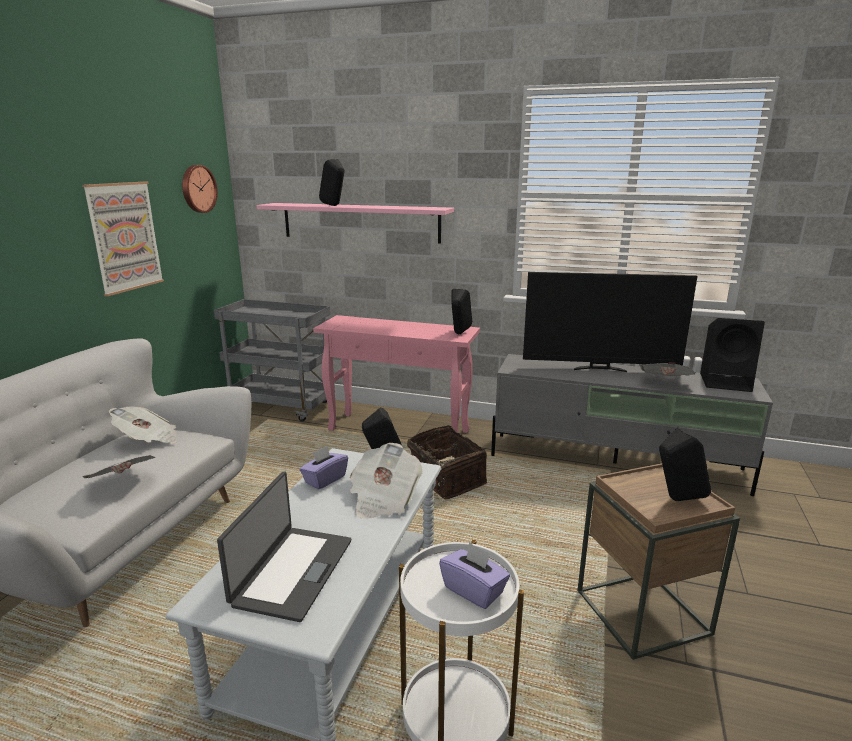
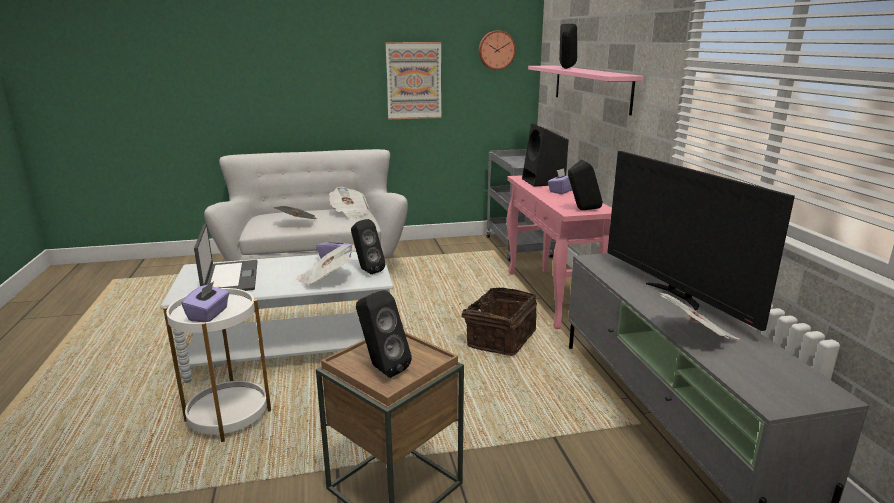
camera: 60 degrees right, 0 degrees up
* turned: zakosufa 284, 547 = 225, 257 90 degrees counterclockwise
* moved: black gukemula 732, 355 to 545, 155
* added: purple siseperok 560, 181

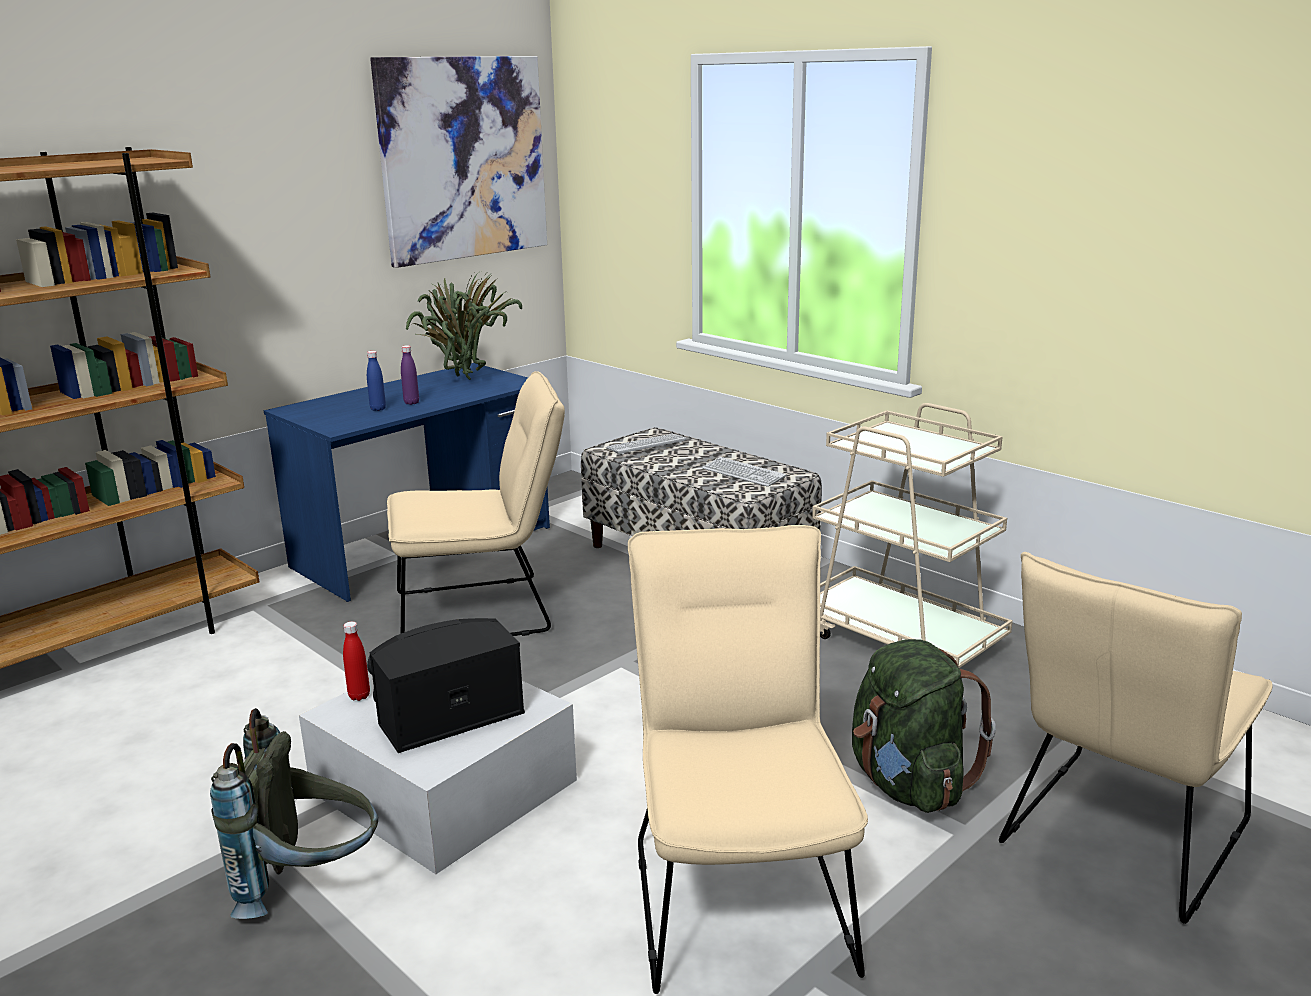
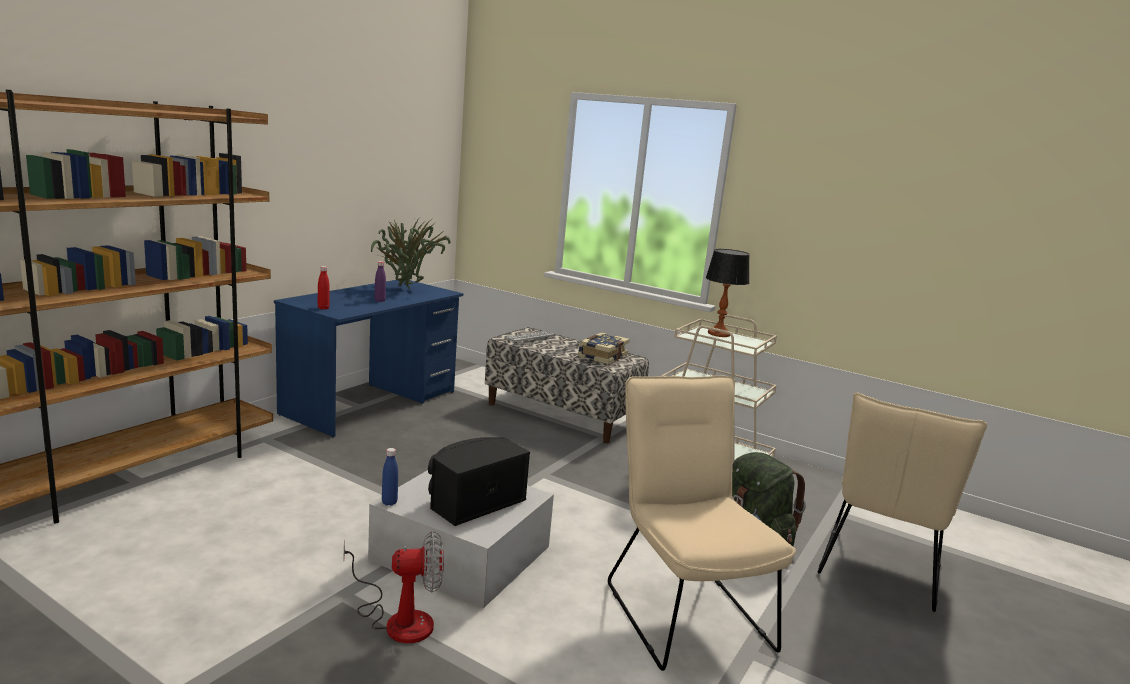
camera: 15 degrees left, 5 degrees down
* replaced: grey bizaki 294, 813 to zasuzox 394, 587
* moved: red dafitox 356, 661 to 324, 288
* moved: blue dafitox 376, 381 to 390, 477
* removed: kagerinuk 458, 162
* removed: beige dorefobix 476, 503
* replaced: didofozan 744, 472 to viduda 604, 348
* added: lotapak 728, 293

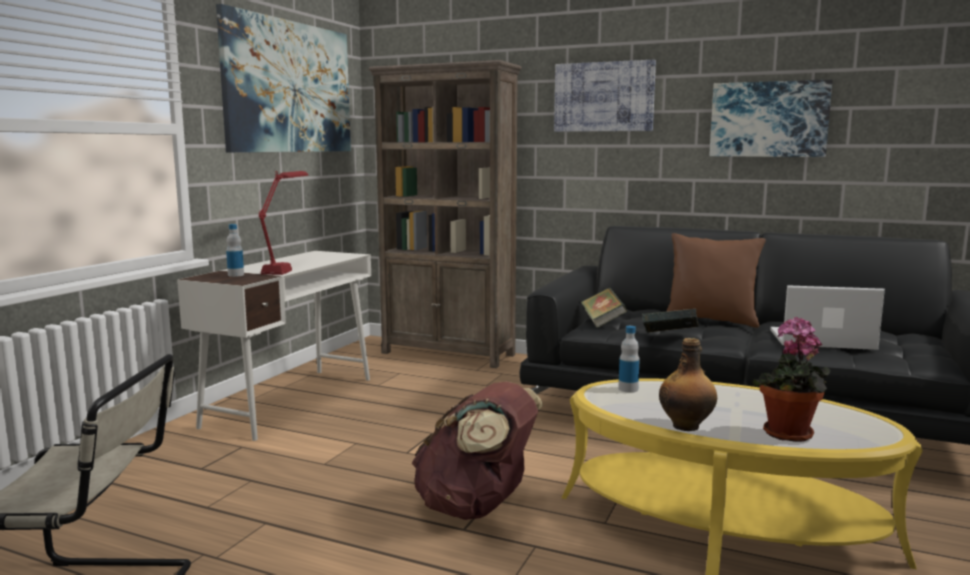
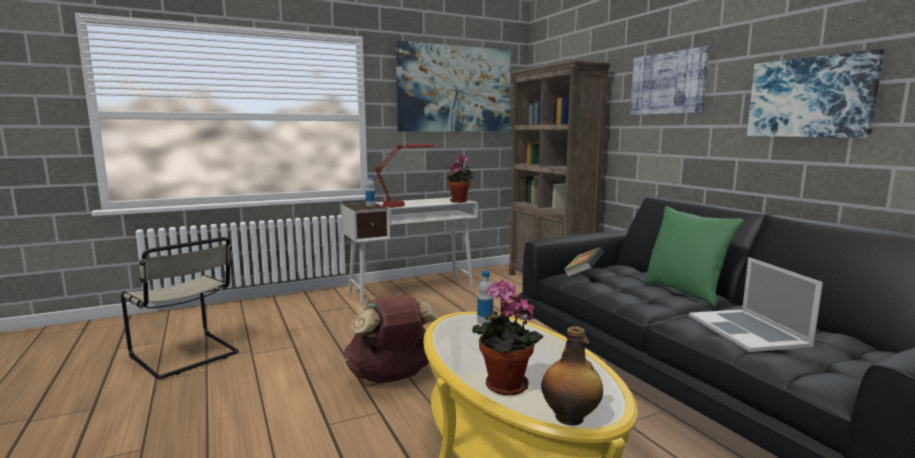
camera: 40 degrees right, 0 degrees up
* removed: viduda 670, 321
* moved: dafitox 688, 384 to 572, 376
* recoloured: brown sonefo 716, 280 to green sonefo 693, 256
* turned: zakosufa 827, 317 = 756, 304 150 degrees counterclockwise
* added: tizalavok 460, 179

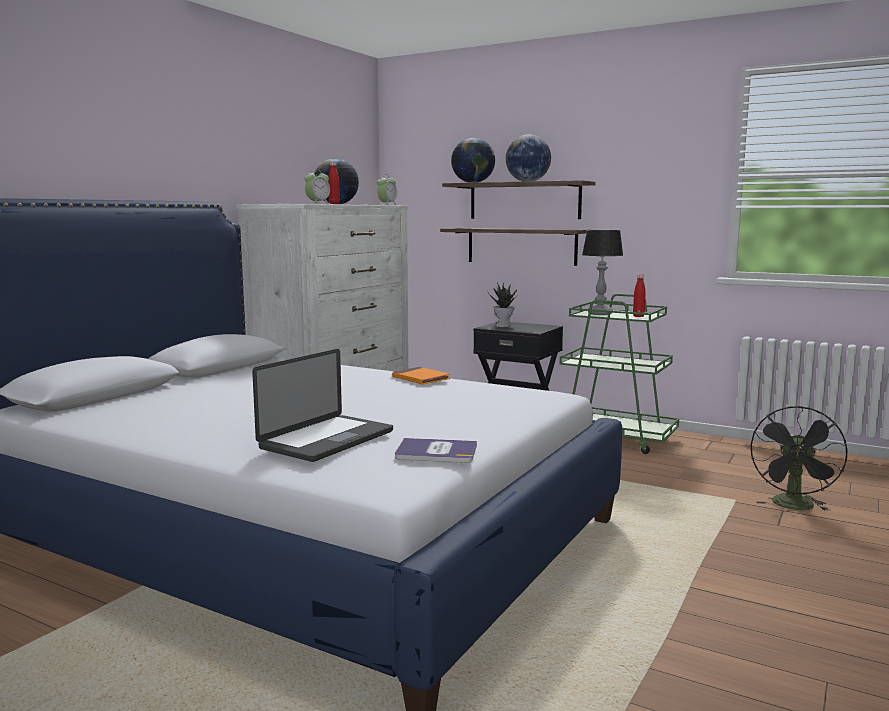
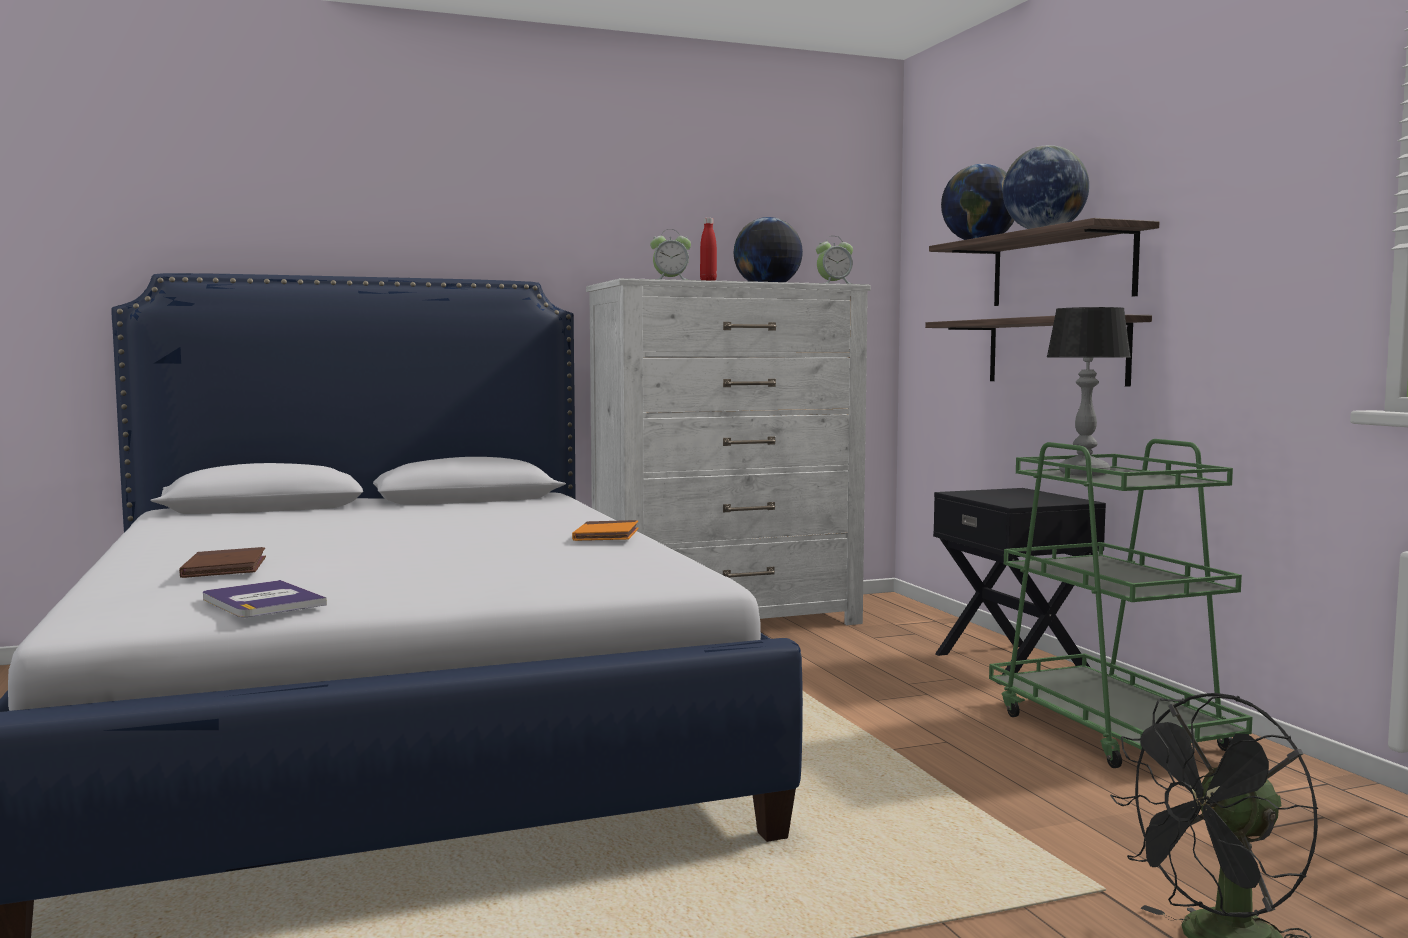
camera: 40 degrees right, 5 degrees down
* replaced: zakosufa 322, 405 to brown viduda 222, 562
* removed: tizalavok 502, 305
* removed: red dafitox 639, 295

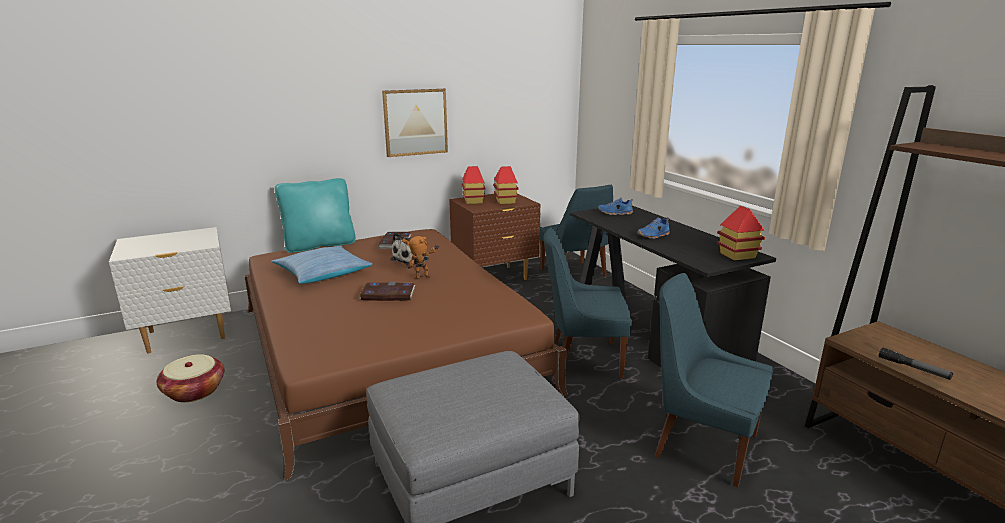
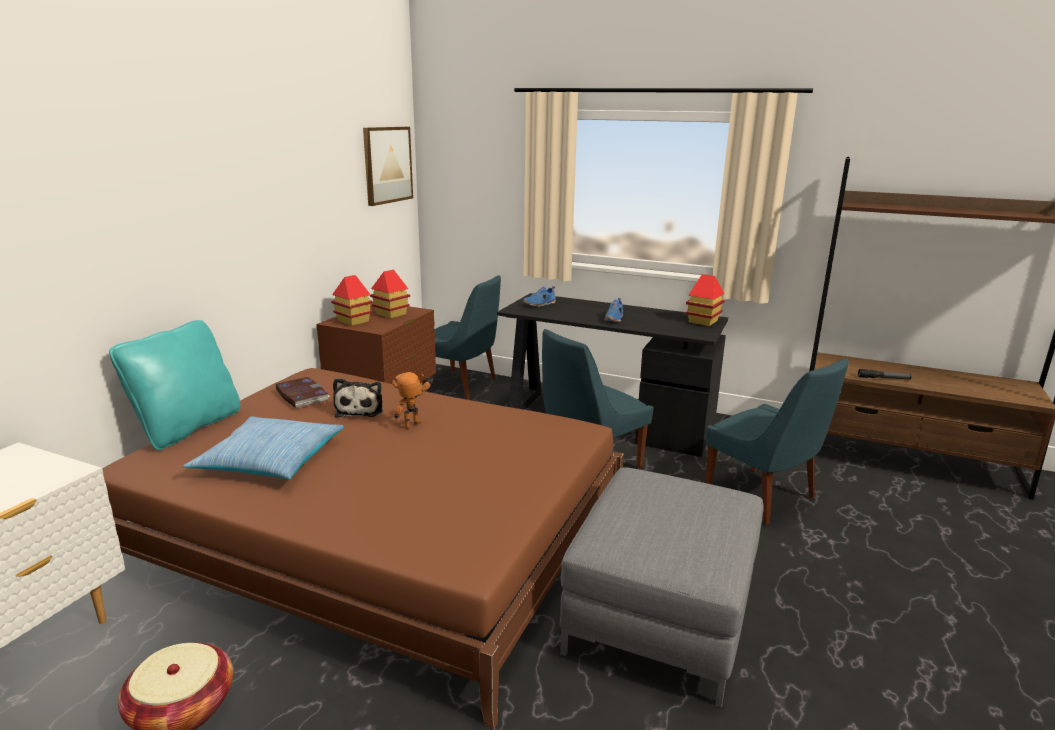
camera: 40 degrees left, 0 degrees up
* removed: viduda 387, 291
* moved: kagerinuk 415, 123 to 388, 166
* turned: blue dorefobix 714, 380 = 777, 441 120 degrees counterclockwise

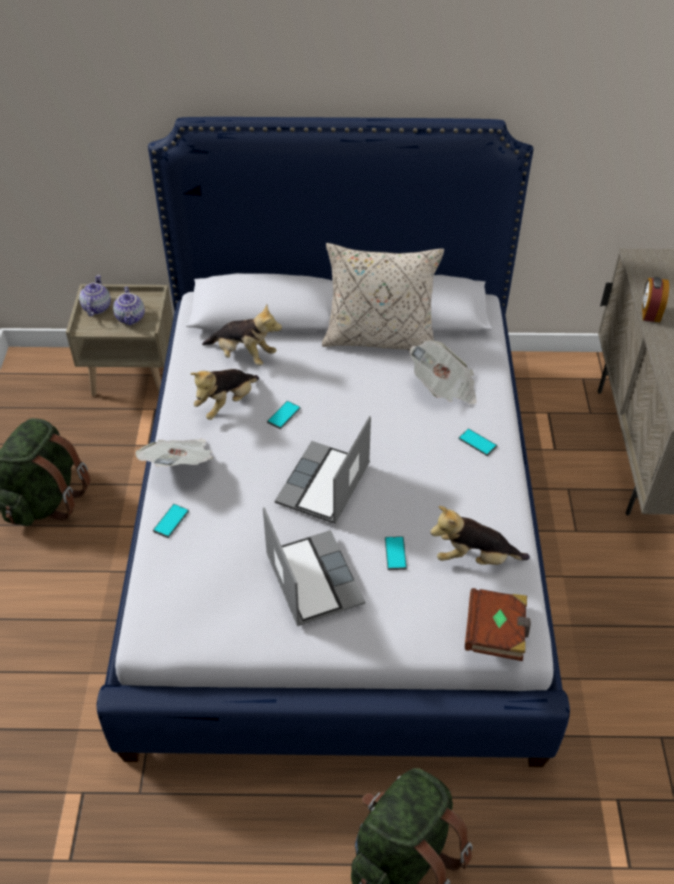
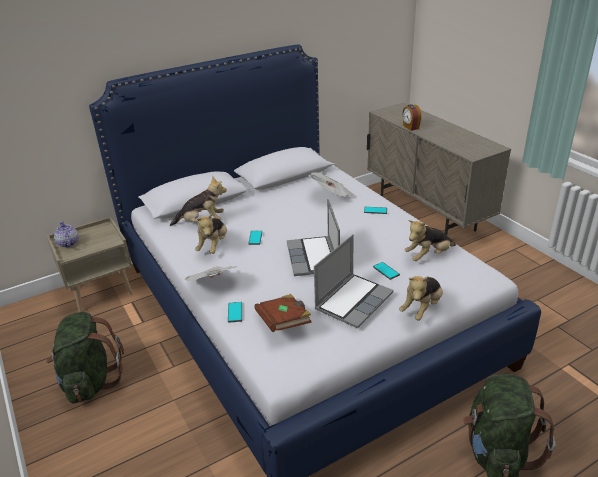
camera: 30 degrees left, 15 degrees down
* removed: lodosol 129, 305
* turned: zakosufa 314, 566 = 353, 281 90 degrees clockwise
* removed: beige sonefo 383, 296
* moved: brown viduda 498, 624 to 283, 313
* added: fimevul 421, 298

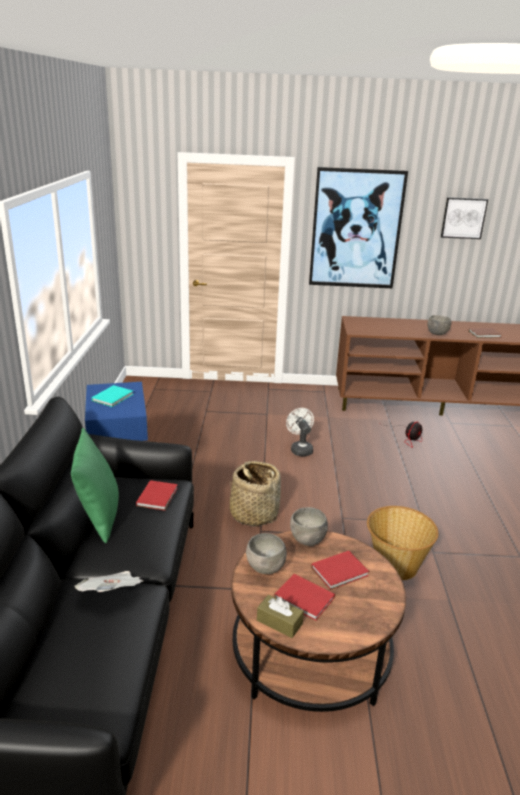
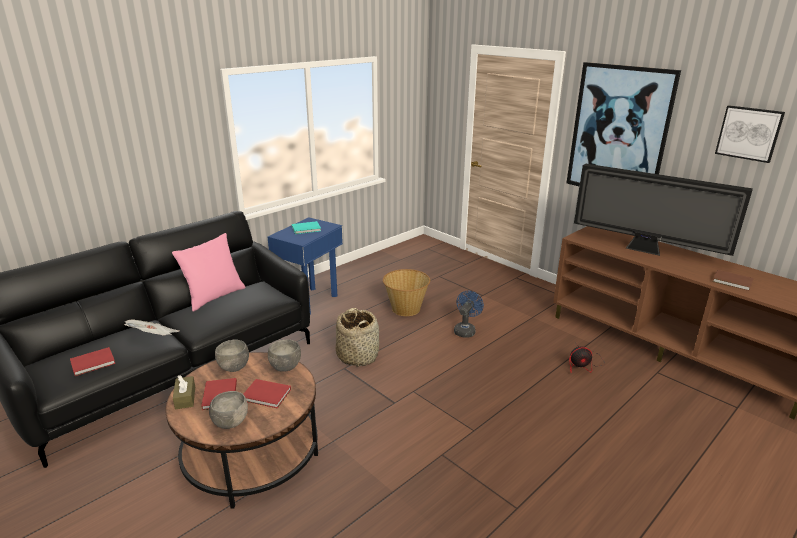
camera: 45 degrees right, 0 degrees up
* recoloured: green sonefo 95, 485 to pink sonefo 209, 272
* moved: red viduda 157, 495 to 92, 361
* recoloured: white zasuzox 300, 432 to blue zasuzox 469, 314
* moved: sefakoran 403, 543 to 406, 292
* moved: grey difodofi 439, 325 to 228, 410
* added: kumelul 663, 210

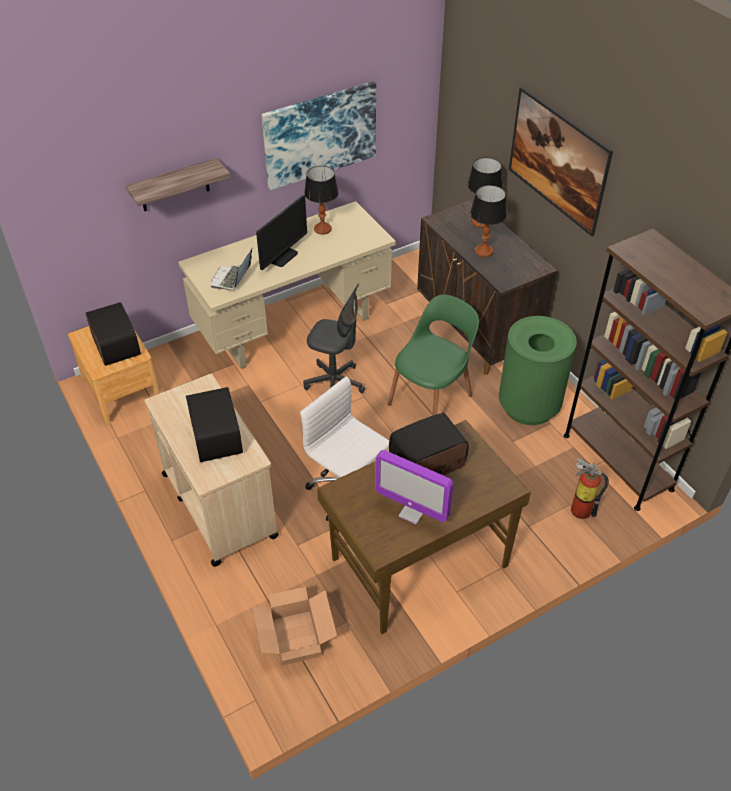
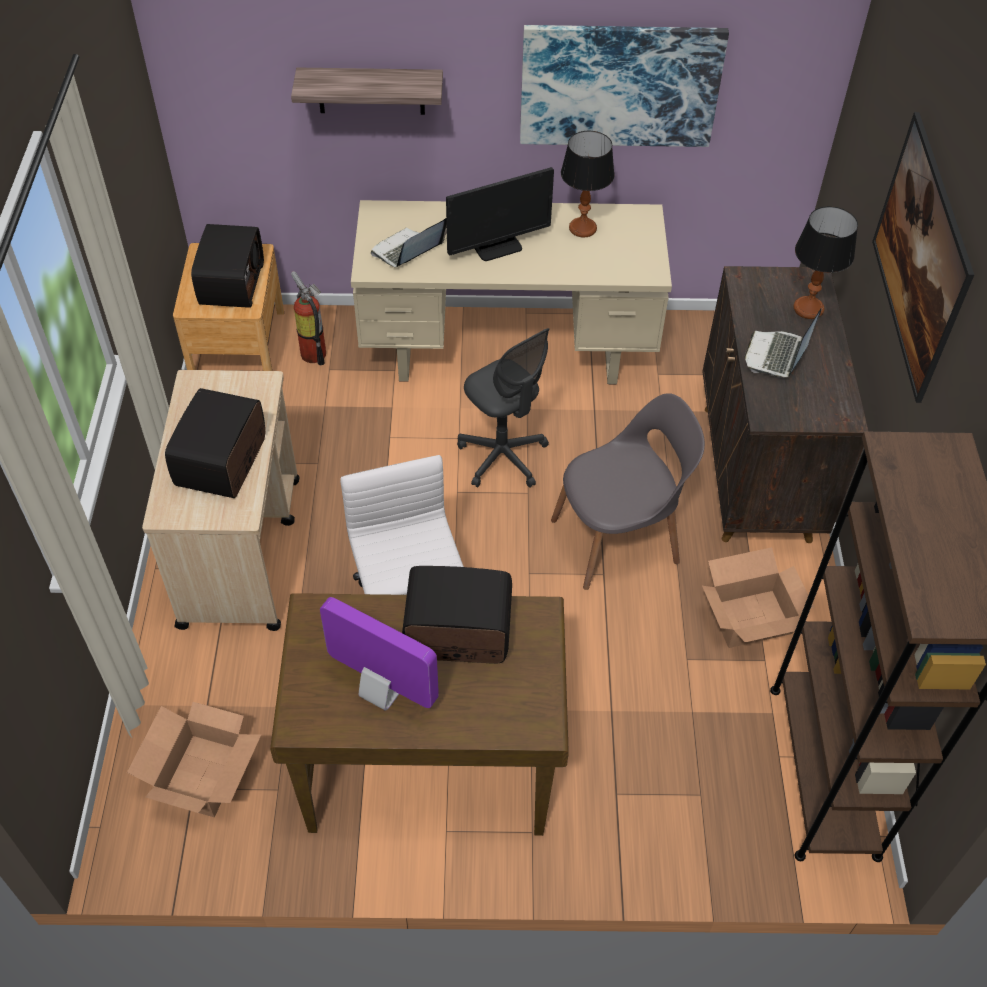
camera: 30 degrees right, 5 degrees up
* turned: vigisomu 414, 487 = 379, 654 150 degrees clockwise
* recoloured: green dorefobix 433, 355 to grey dorefobix 628, 491
* replaced: lotapak 488, 221 to zakosufa 783, 342
* replaced: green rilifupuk 538, 370 to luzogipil 758, 597
* moved: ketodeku 590, 488 to 308, 318

